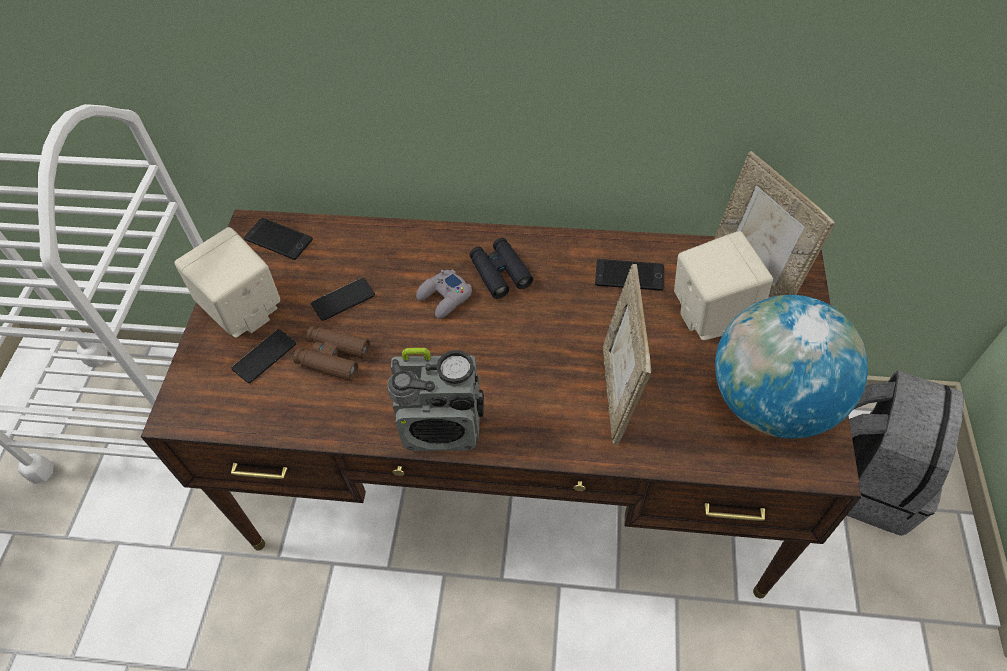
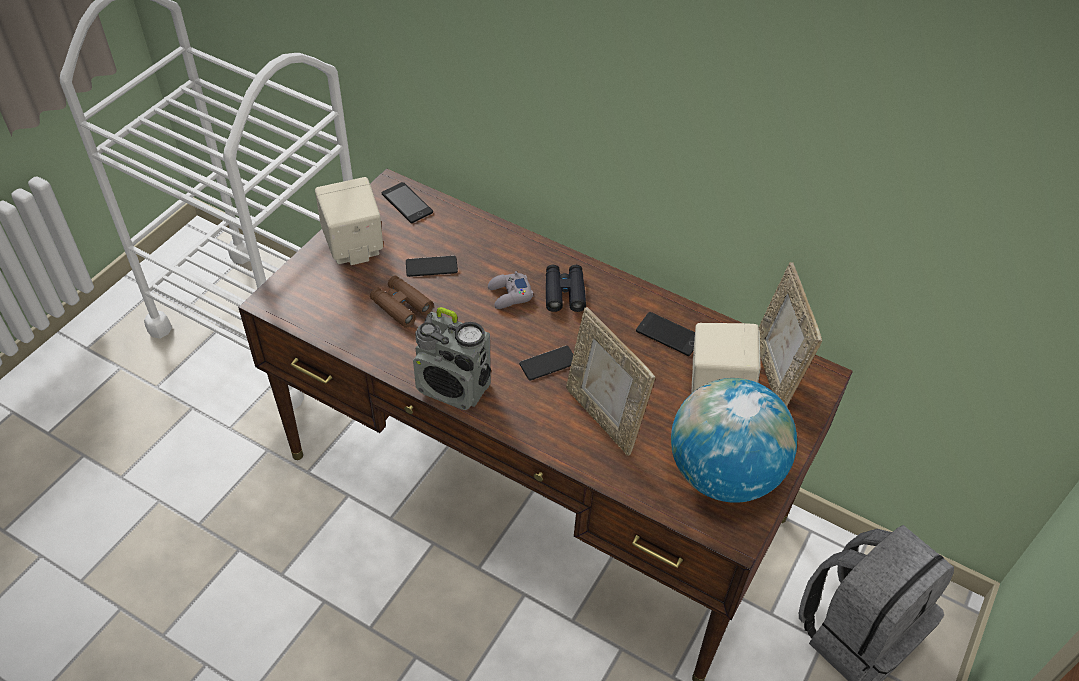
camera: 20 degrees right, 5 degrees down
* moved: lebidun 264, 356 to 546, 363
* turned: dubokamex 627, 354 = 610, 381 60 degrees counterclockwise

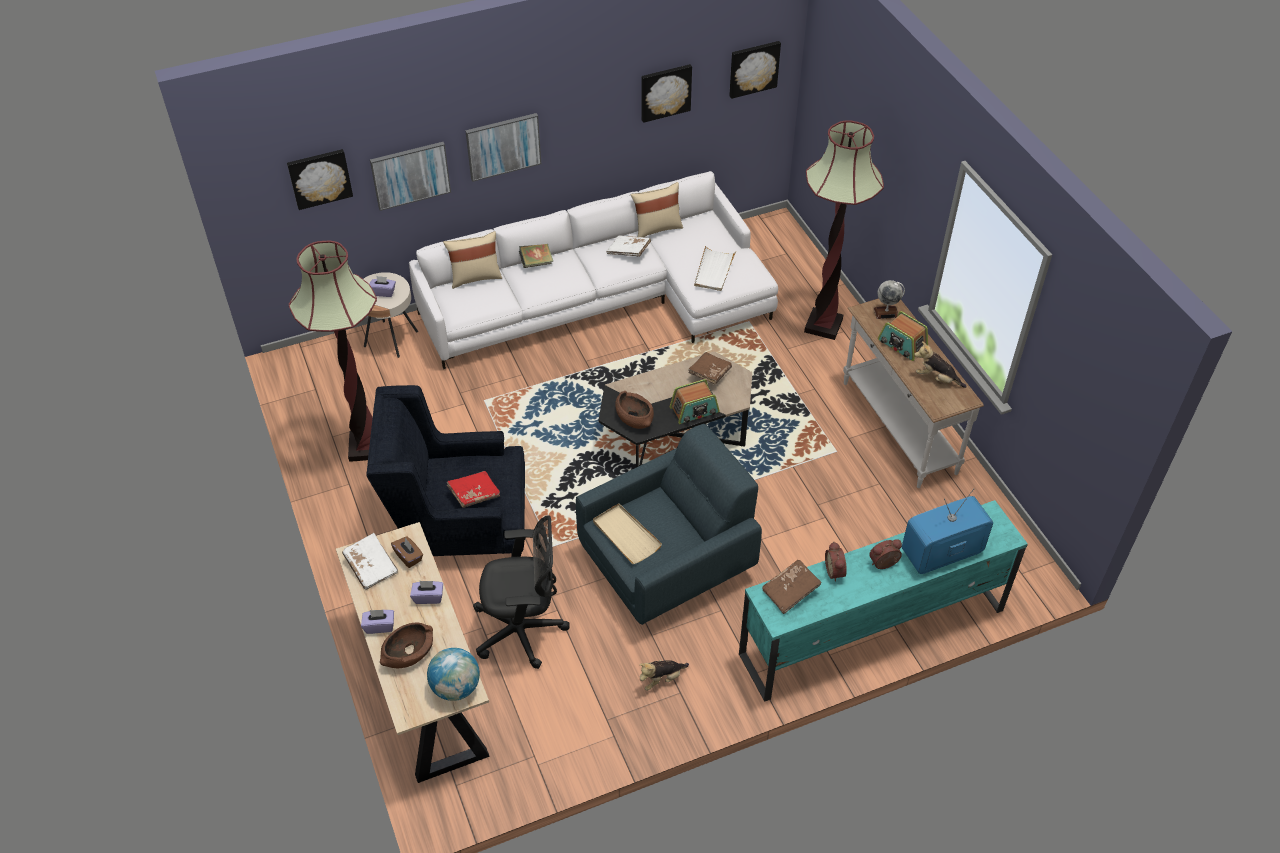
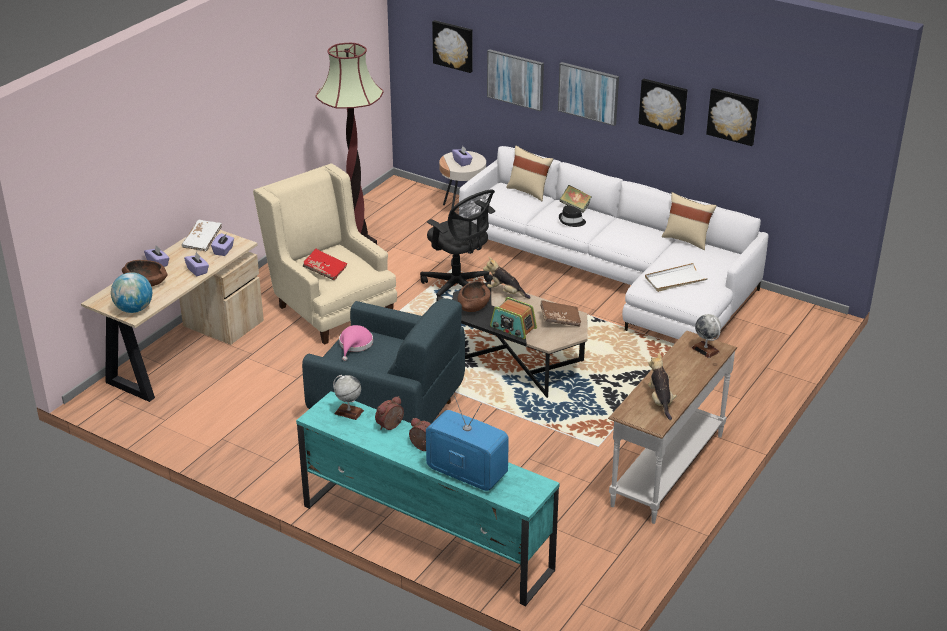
camera: 55 degrees right, 15 degrees down
* recoloured: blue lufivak 445, 470 to beige lufivak 325, 254
* recoloured: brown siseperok 407, 552 to purple siseperok 222, 244
* moved: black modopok 521, 592 to 457, 245
* replaced: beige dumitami 627, 533 to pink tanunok 356, 343
* removed: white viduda 629, 246
* moved: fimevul 664, 675 to 507, 278
* moved: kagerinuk 755, 70 to 663, 107
* replaced: brown viduda 792, 587 to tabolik 348, 397
* removed: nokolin 844, 230
* removed: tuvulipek 903, 336
* added: black tanunok 572, 216

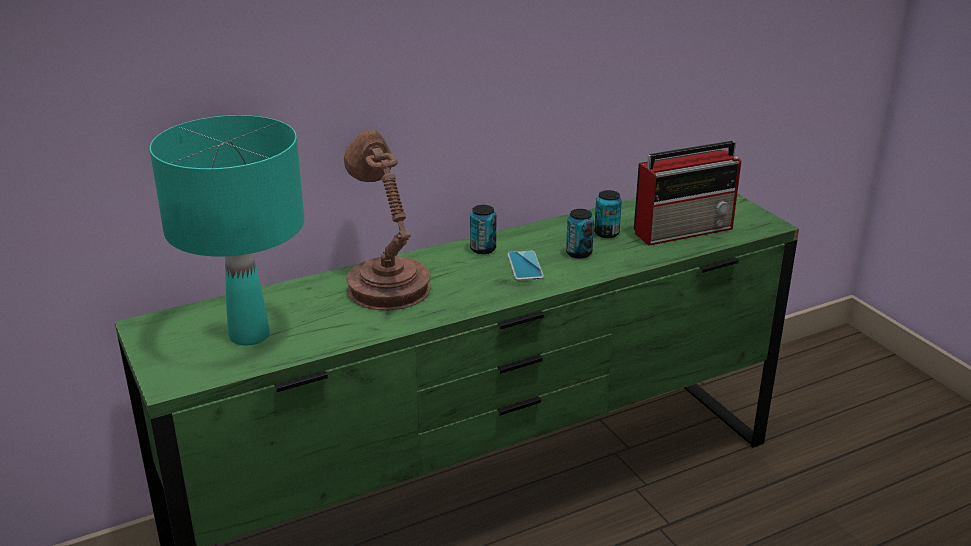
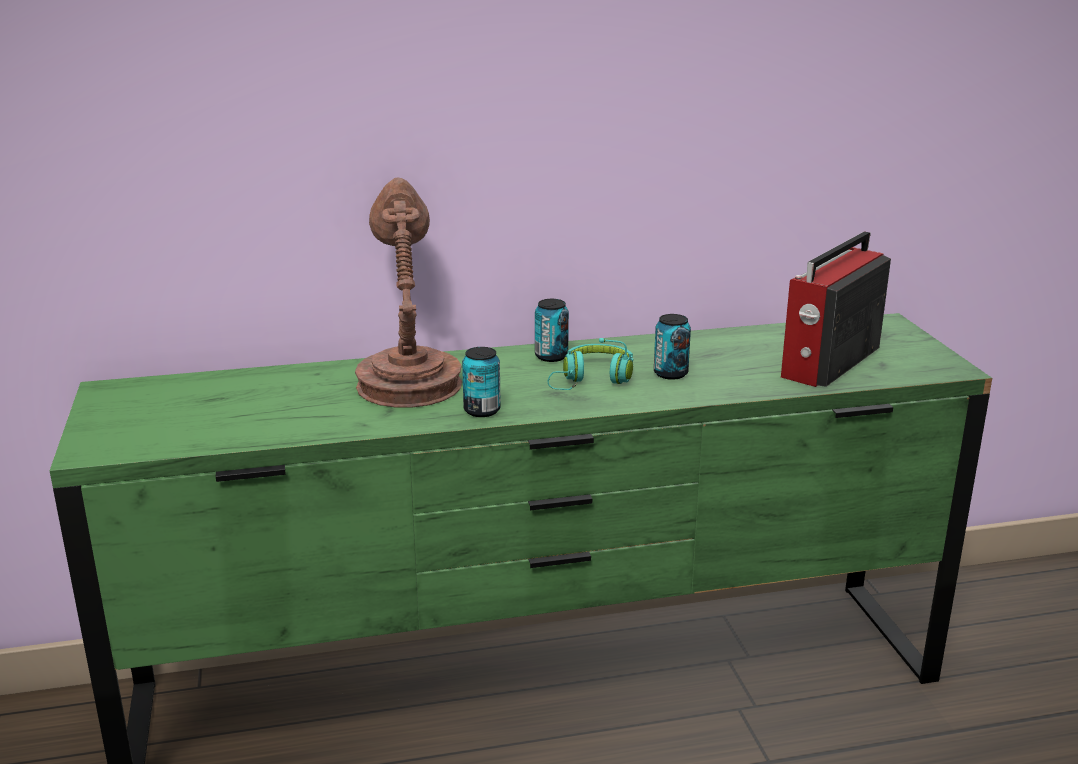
camera: 15 degrees right, 5 degrees down
* removed: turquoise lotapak 227, 230
* replaced: lebidun 525, 266 to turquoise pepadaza 590, 364
* moved: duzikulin 608, 214 to 481, 382
* turned: tuvulipek 687, 193 = 836, 309 135 degrees clockwise

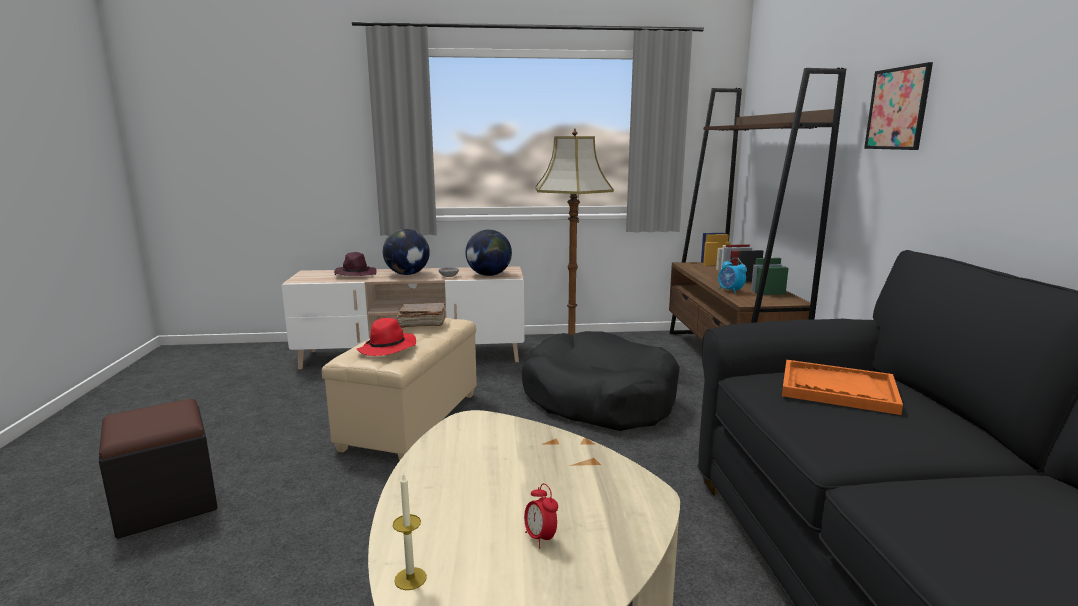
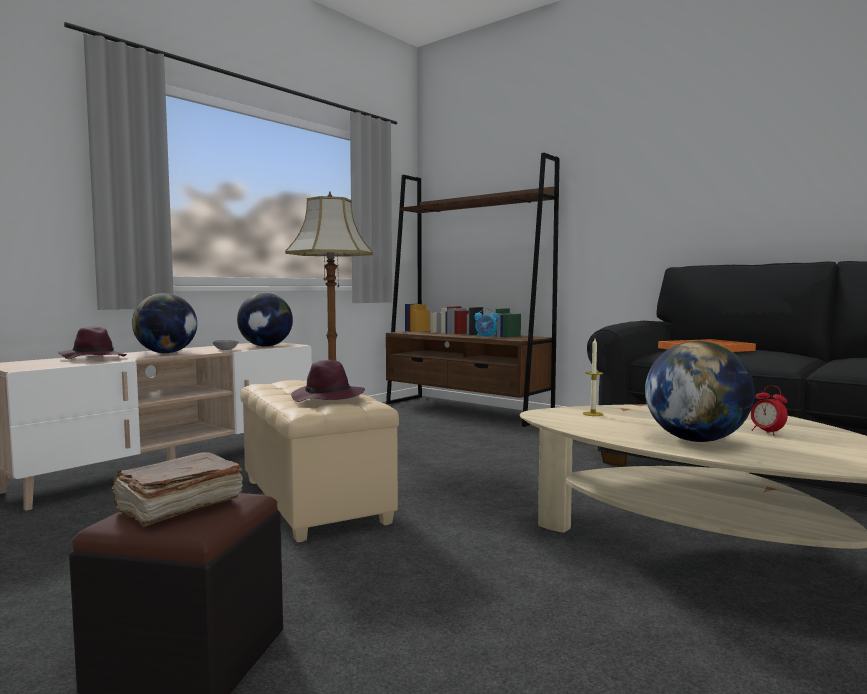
camera: 45 degrees left, 10 degrees down
* recoloured: red tanunok 386, 337 to purple tanunok 328, 381
* moved: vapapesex 410, 531 to 593, 377
* moved: brown viduda 421, 315 to 177, 489
* removed: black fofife 601, 381
* turned: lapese 541, 516 = 769, 410 45 degrees clockwise
* removed: kagerinuk 898, 106
* added: tabolik 699, 391

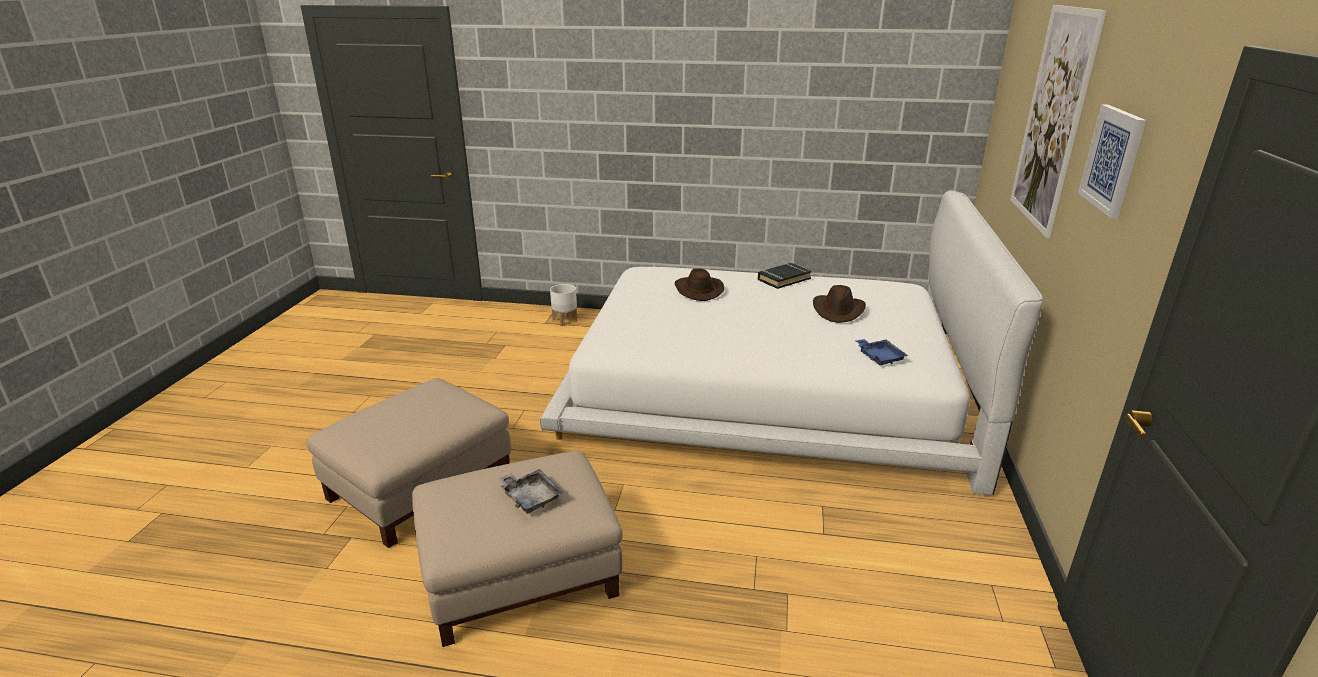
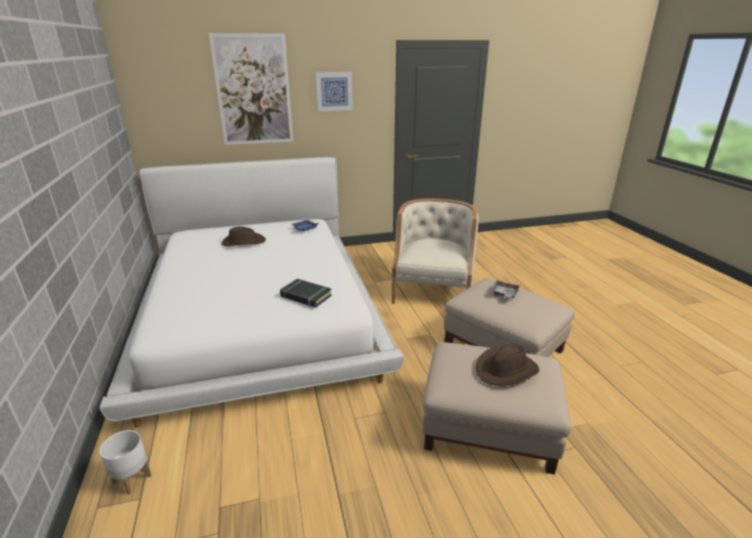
camera: 115 degrees left, 0 degrees up
* moved: brown tanunok 699, 284 to 507, 364
* moved: black viduda 785, 276 to 306, 293
* added: beige lufivak 434, 251

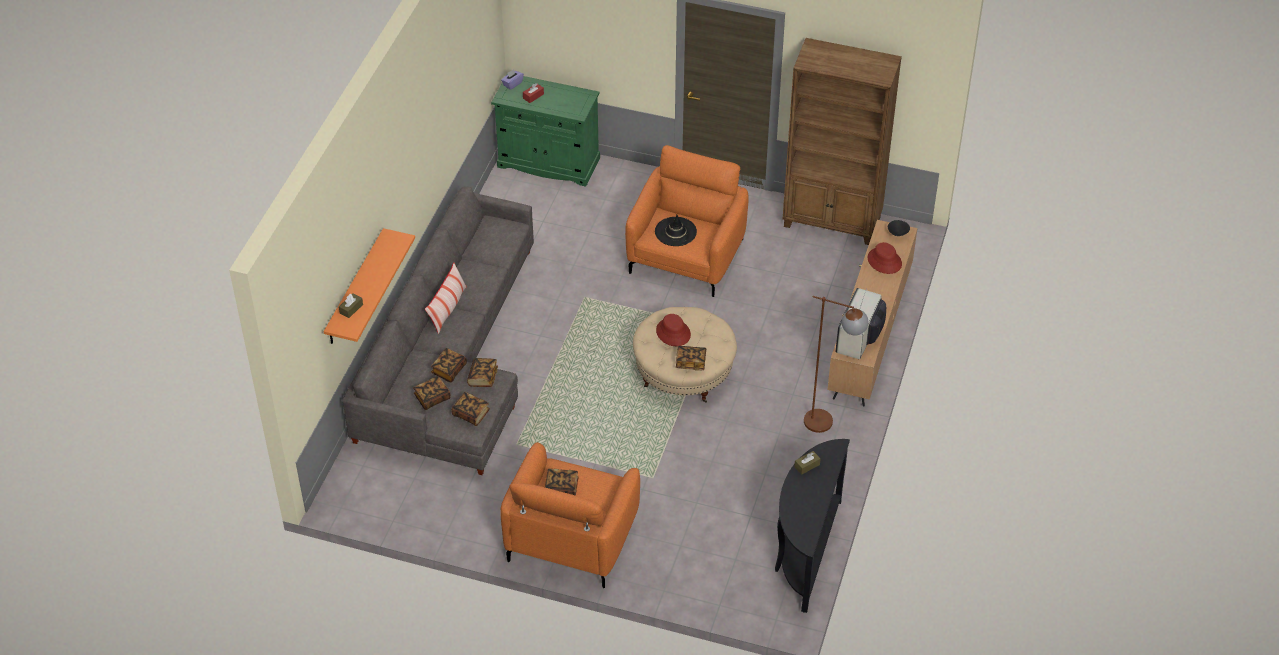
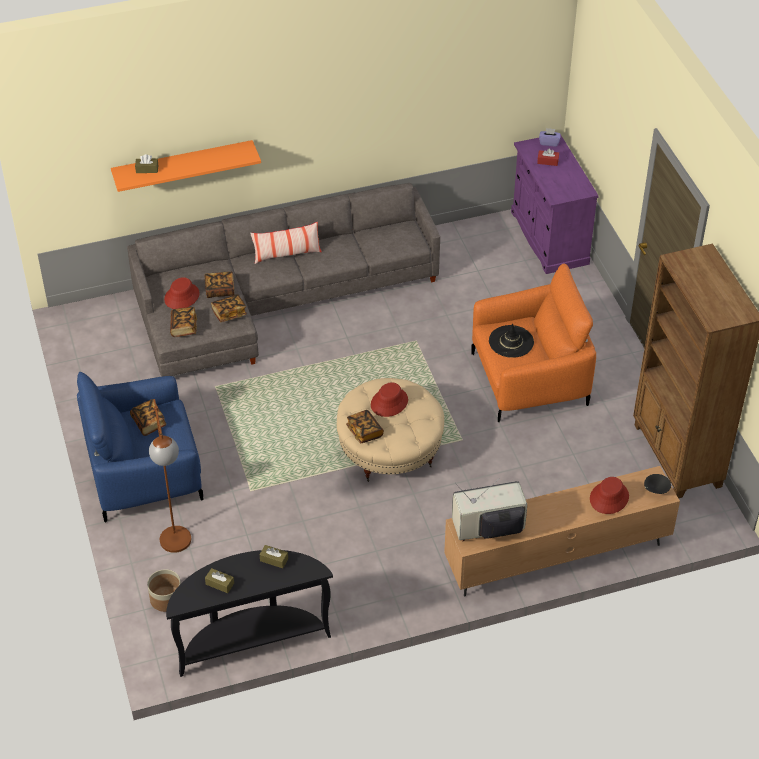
camera: 55 degrees right, 0 degrees up
* replaced: viduda 431, 393 to red tanunok 182, 293
* recoloured: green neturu 545, 130 to purple neturu 555, 205
* recoloured: orange lufivak 570, 515 to blue lufivak 140, 447
* moved: brown nokolin 836, 364 to 170, 476
* added: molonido 164, 590
* added: brown siseperok 219, 580

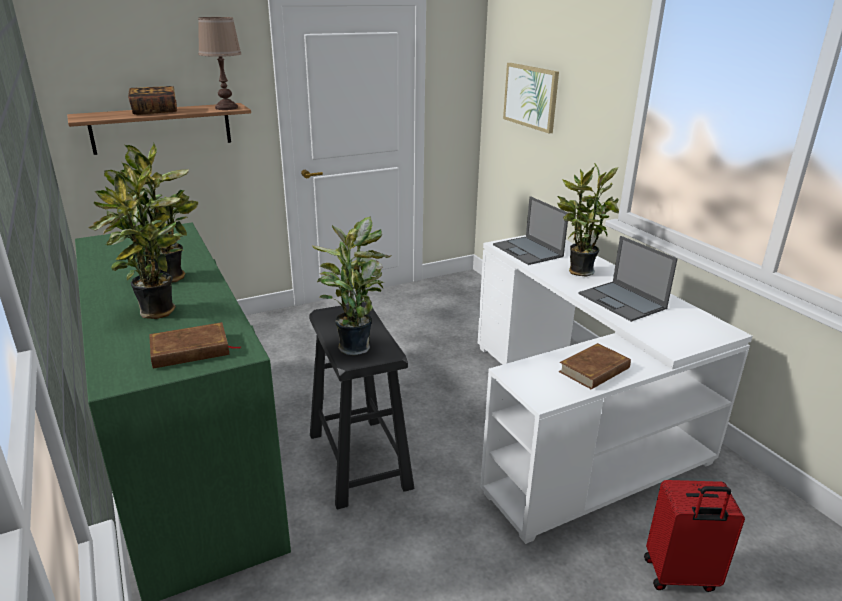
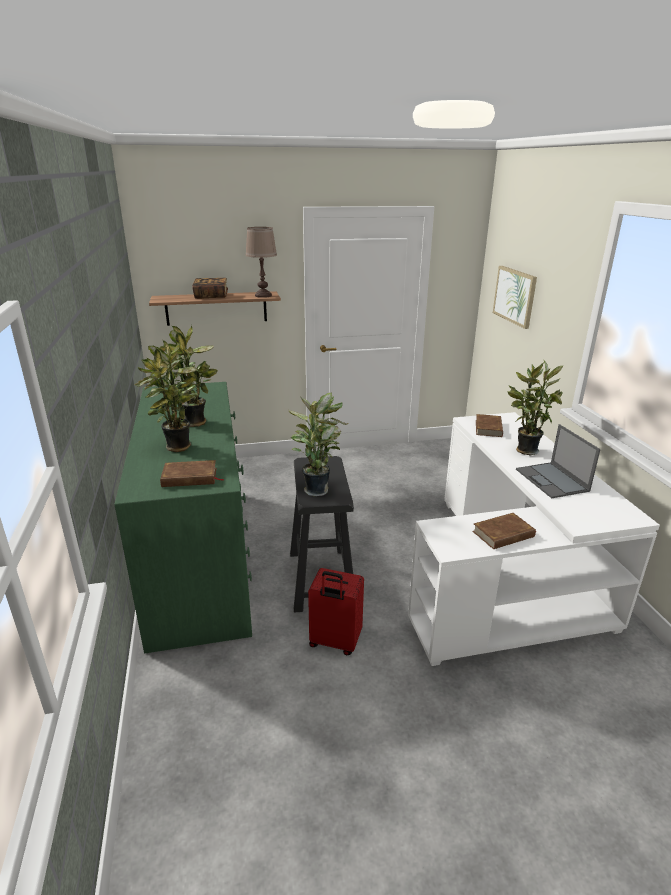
camera: 15 degrees right, 0 degrees up
* replaced: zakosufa 530, 230 to brown viduda 489, 425
* moved: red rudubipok 694, 536 to 336, 611

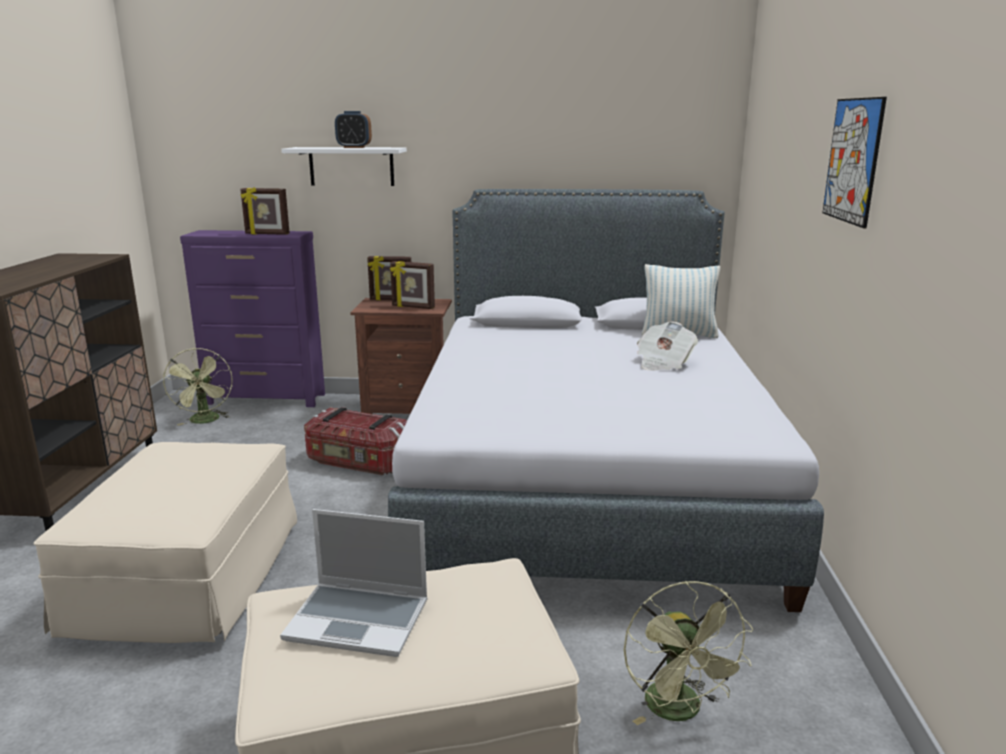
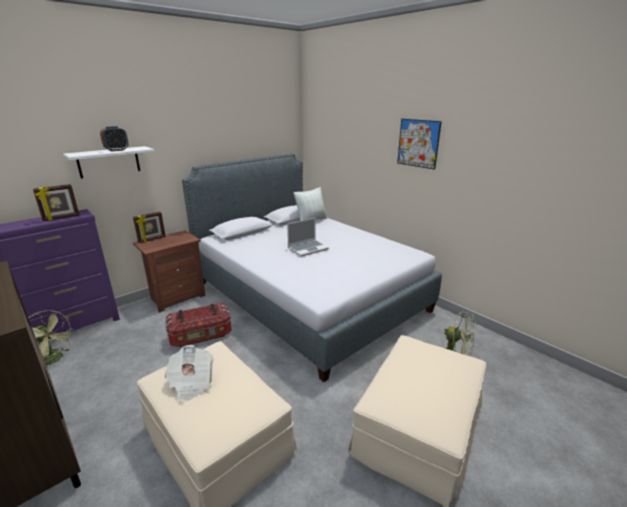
camera: 45 degrees left, 5 degrees up
* moved: zakosufa 354, 583 to 308, 237
* removed: dubokamex 412, 285
* moved: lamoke 667, 346 to 189, 374

